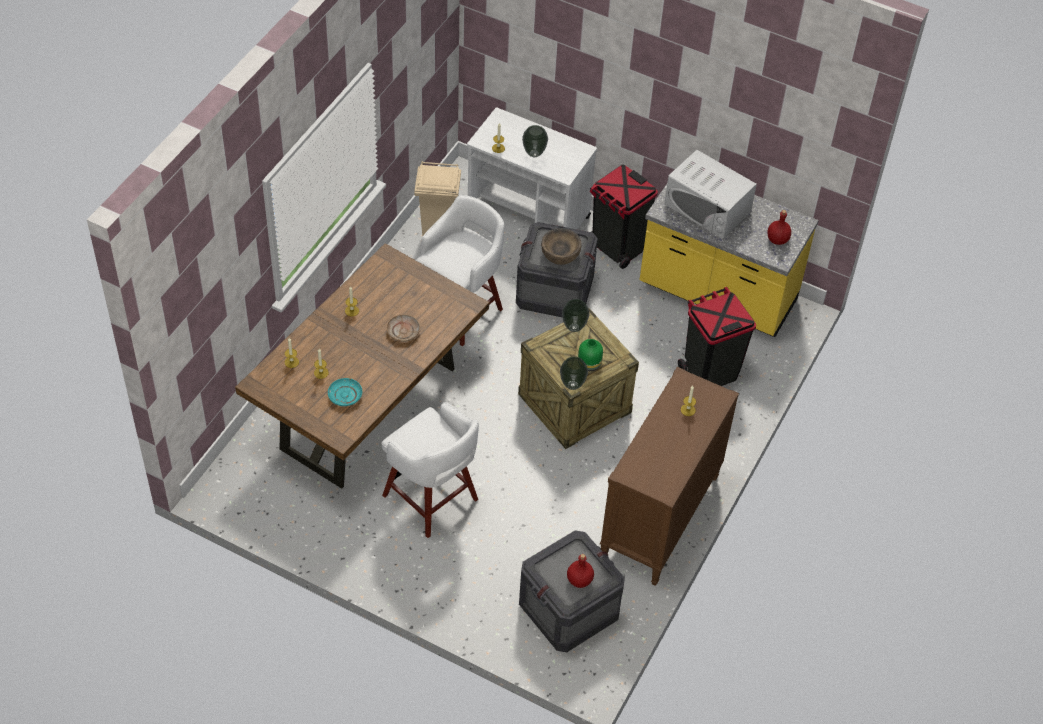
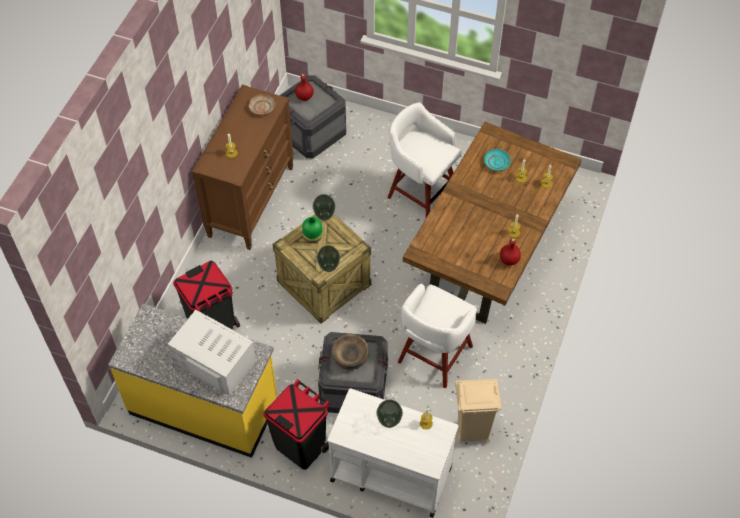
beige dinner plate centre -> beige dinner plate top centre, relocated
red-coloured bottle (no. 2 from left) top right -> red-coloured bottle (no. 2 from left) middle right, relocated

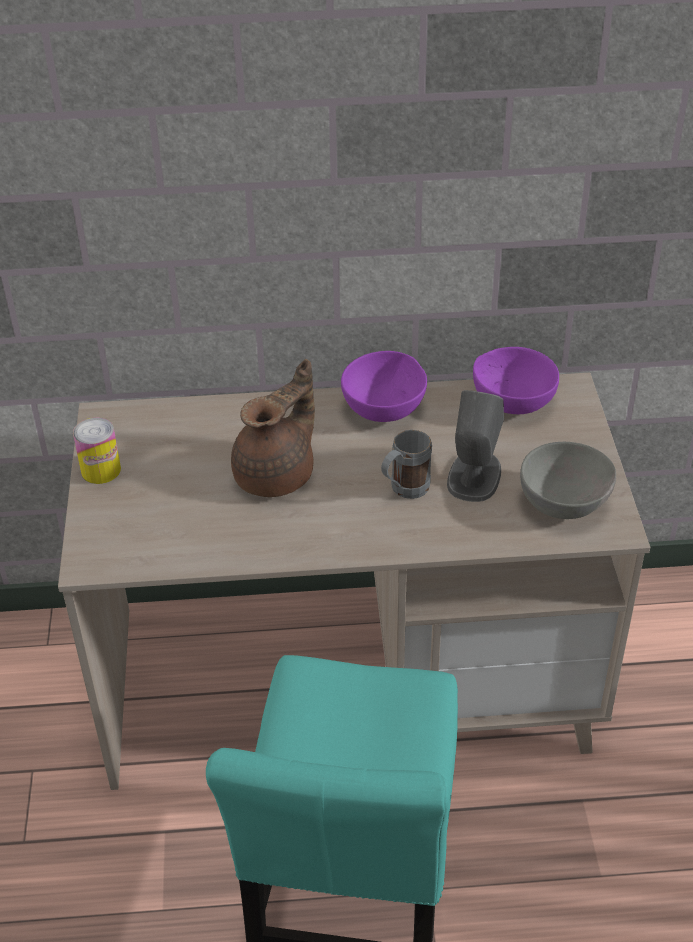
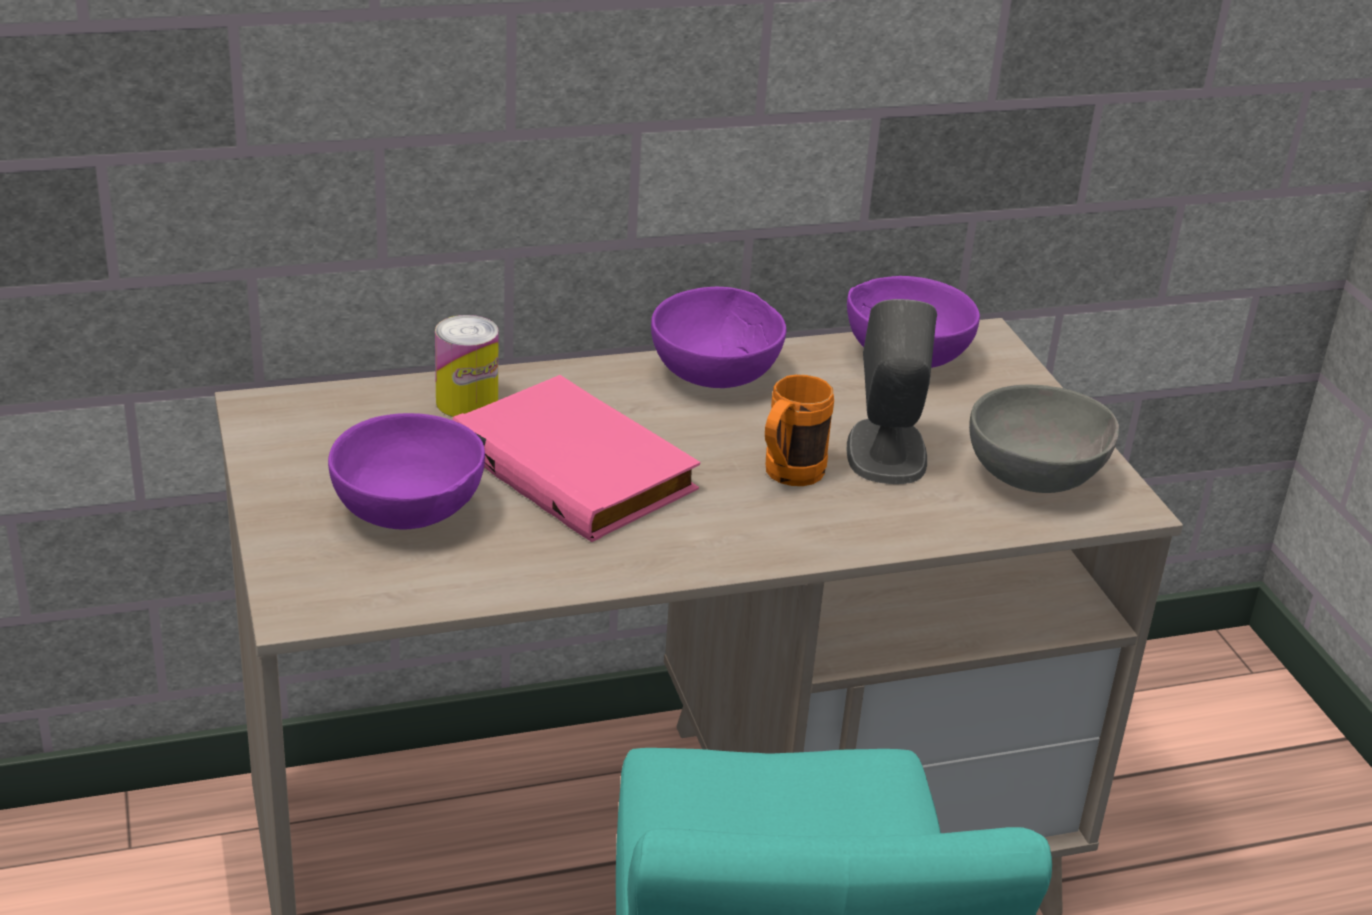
can middle left -> can centre, relocated
brown-coloured tea pot centre -> pinkish book centre
gray coffee mug centre -> orange coffee mug centre
none -> purplish serving bowl (no. 1 from left) middle left

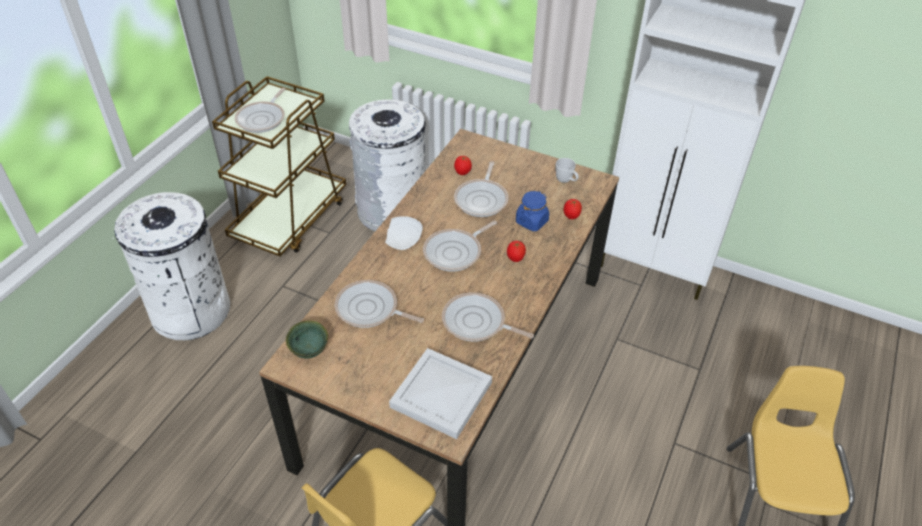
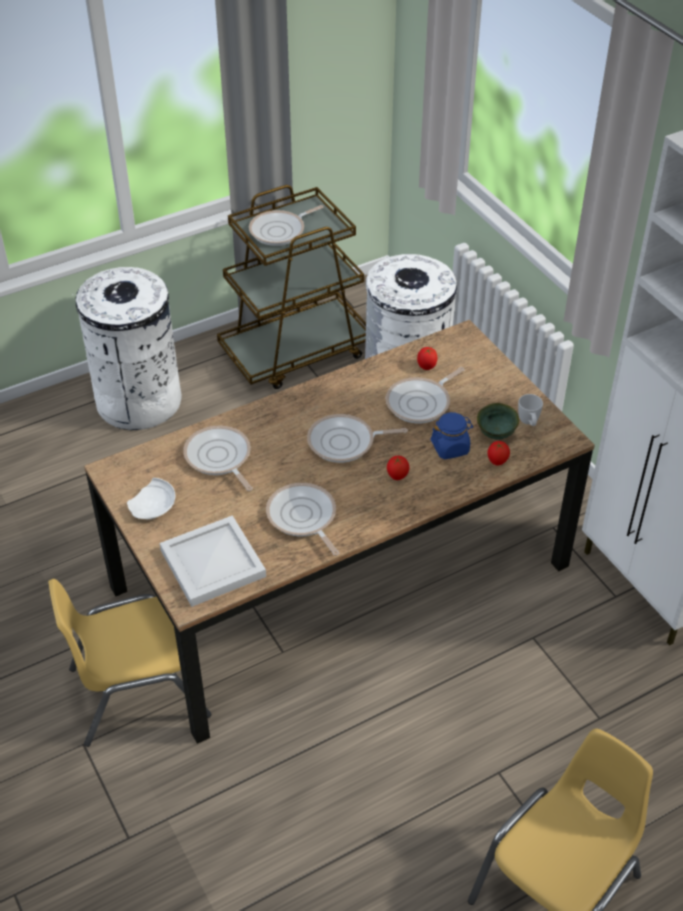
green-coloured serving bowl middle left -> green-coloured serving bowl middle right, relocated
whitish dinner plate centre -> whitish dinner plate middle left, relocated

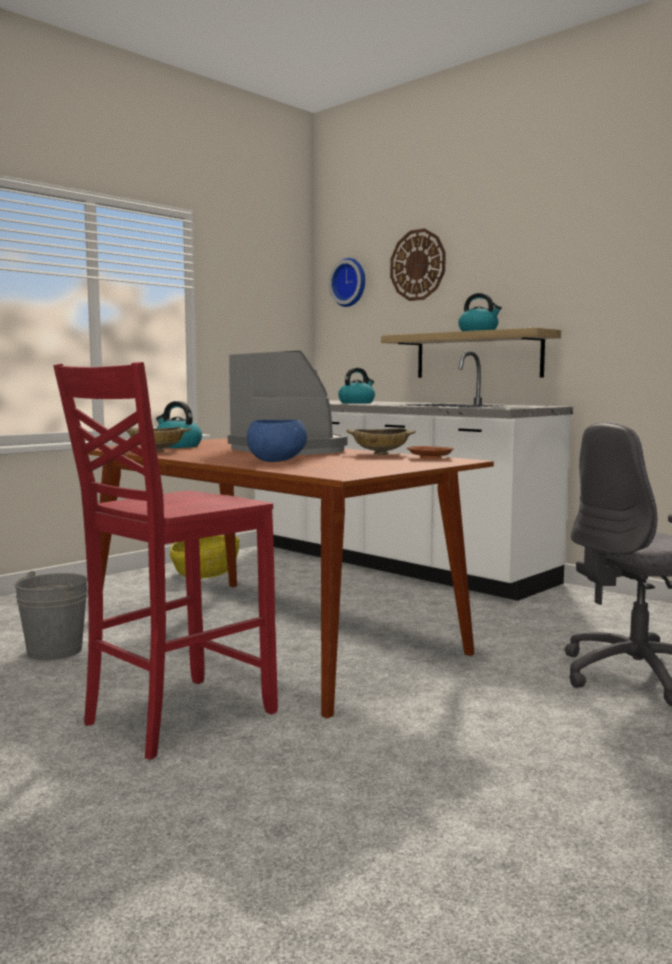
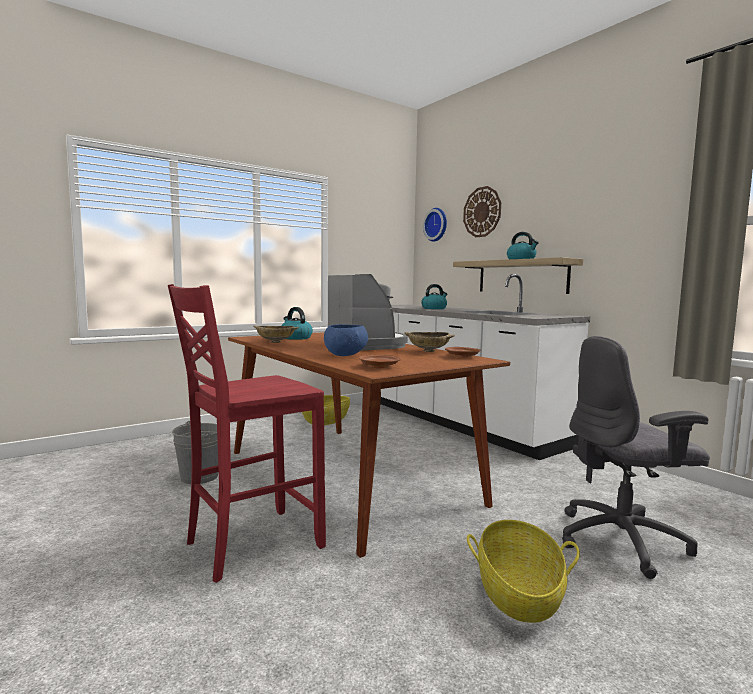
none -> brown-coloured dinner plate (no. 1 from left) centre
none -> household basket (no. 2 from left) bottom right

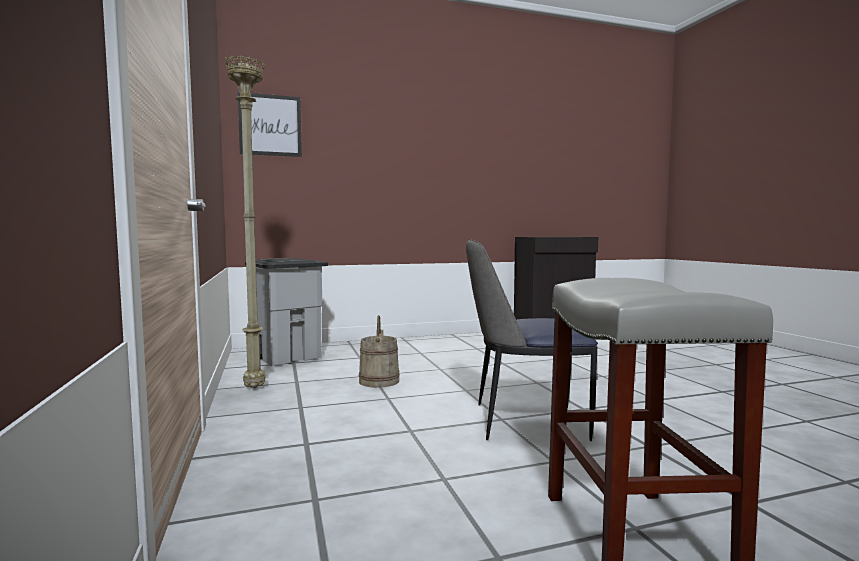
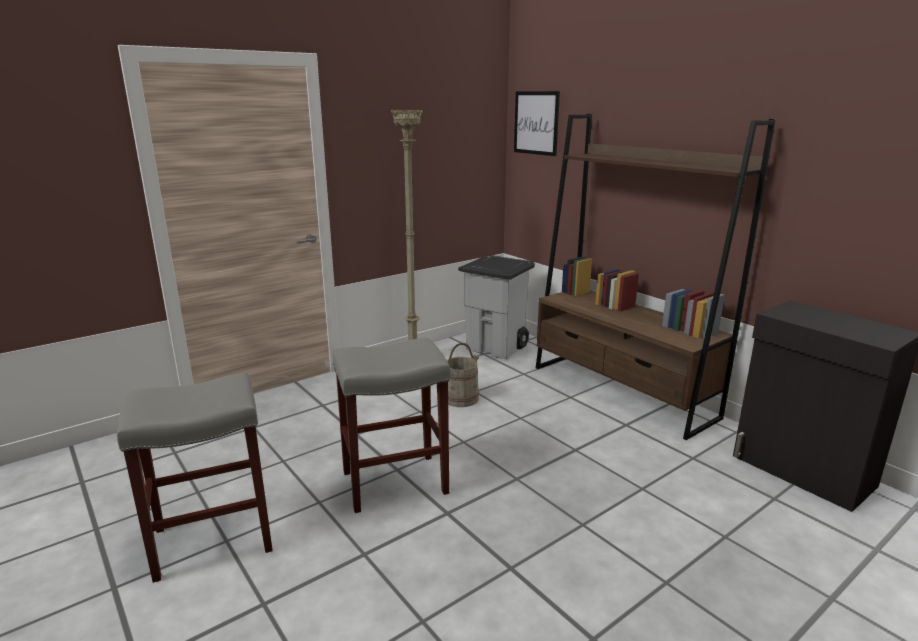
plain chair centre -> gray sitting stool (no. 2 from left) centre
none -> brown-coloured shelving unit middle right

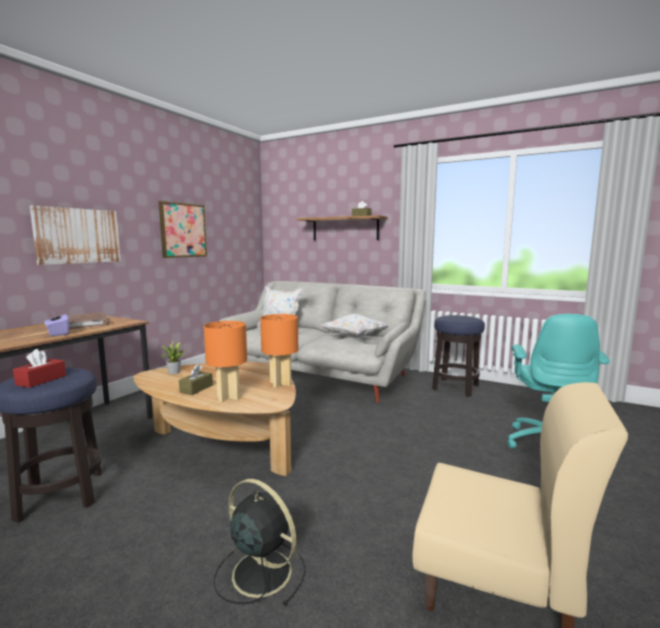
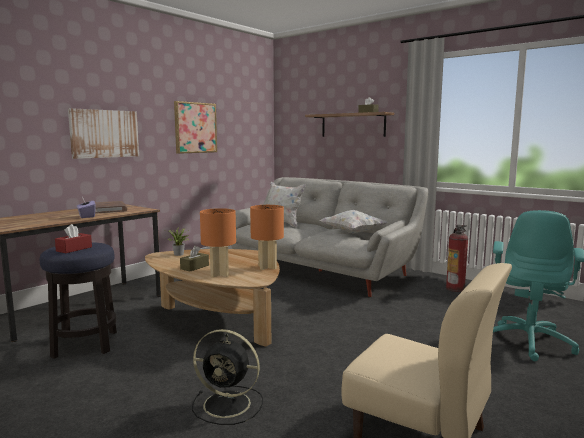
black-coloured cooling fan bottom centre, 150 degrees clockwise
sitting stool (no. 2 from left) middle right -> fire-fighting cylinder middle right

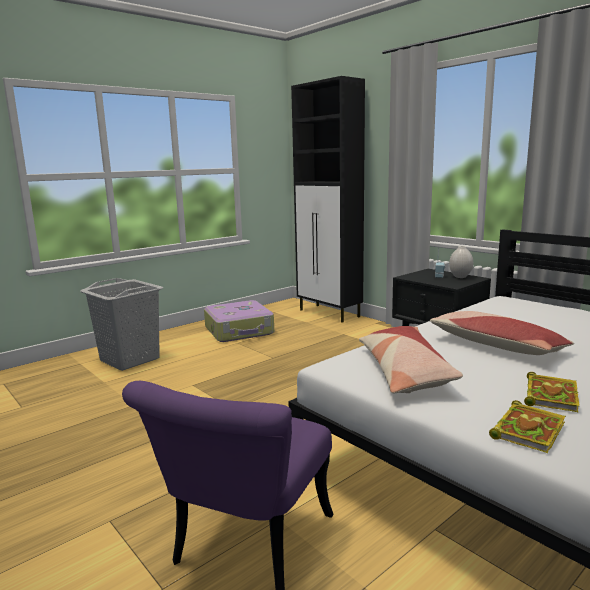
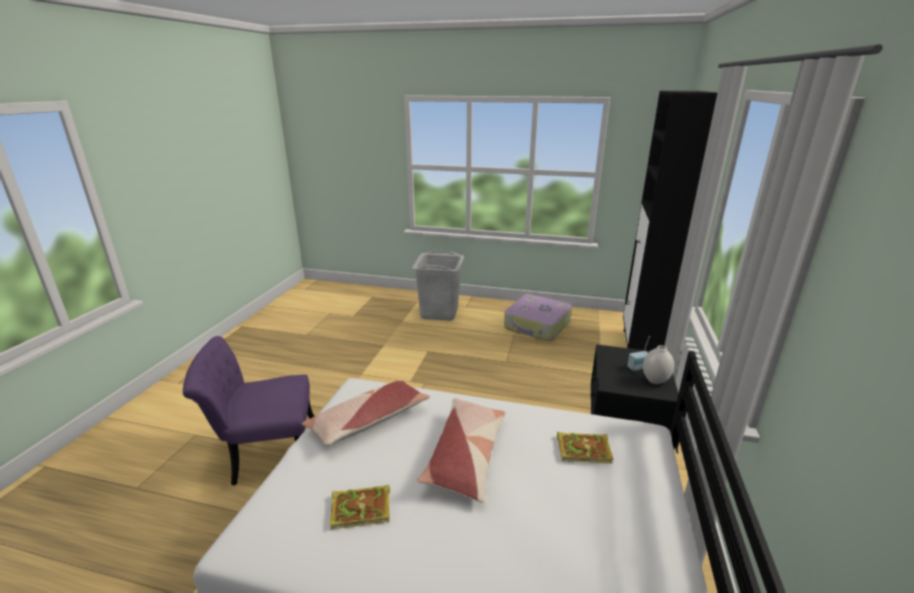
book (no. 1 from left in the first image) bottom right -> book (no. 2 from left) bottom centre, relocated

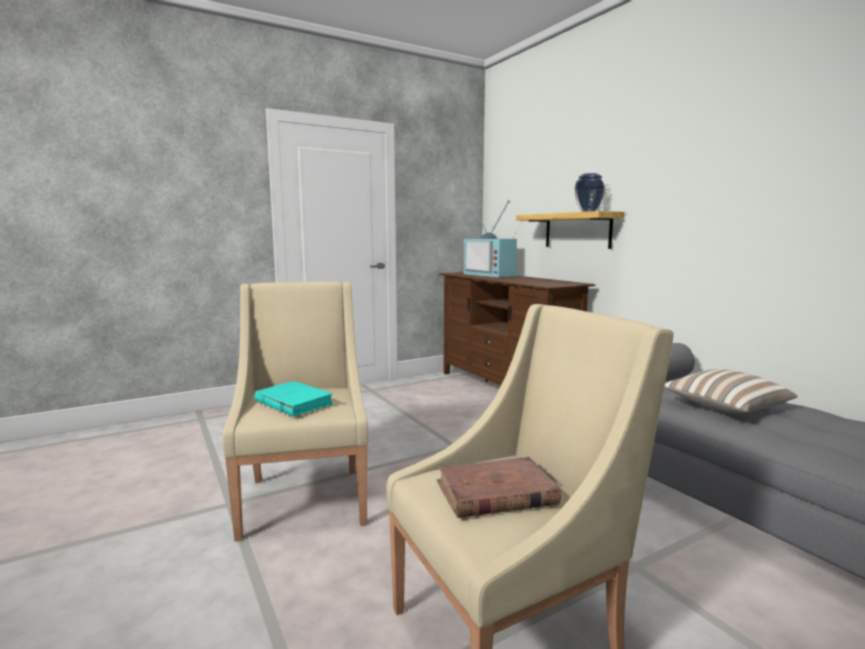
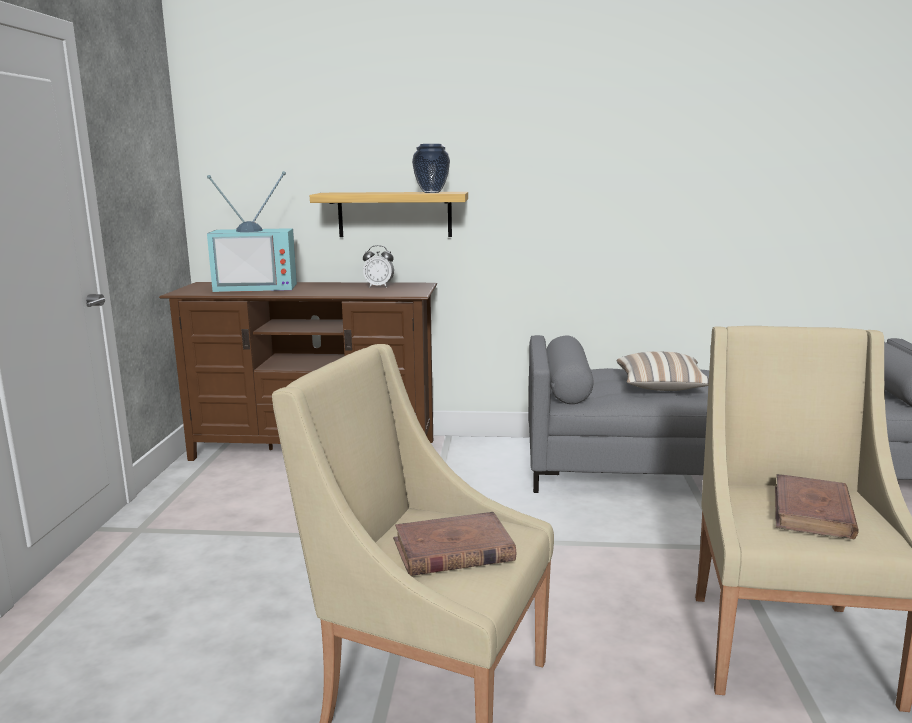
turquoise book centre -> brown-coloured book (no. 1 from left) bottom centre
none -> table clock centre

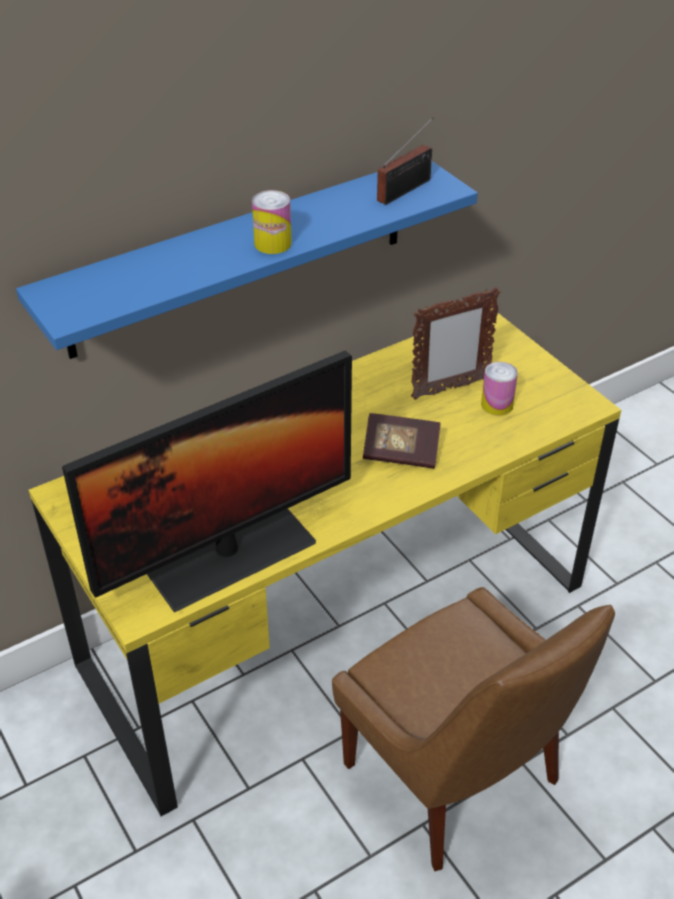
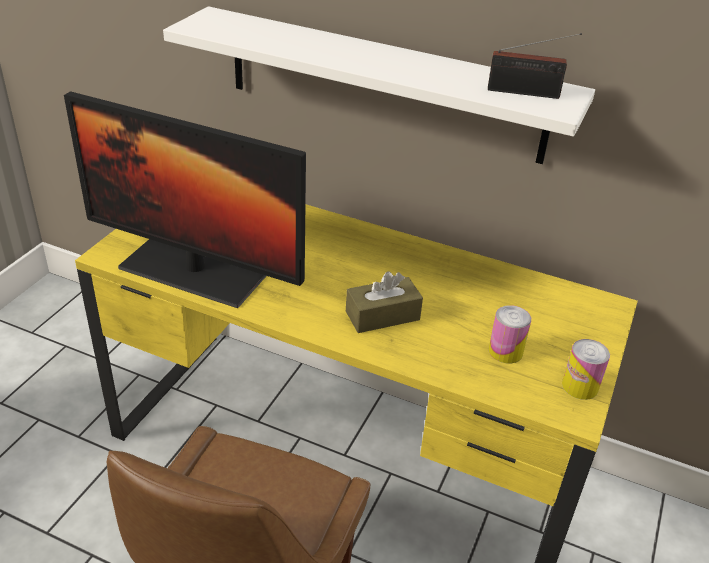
blue wall shelf top centre -> whitish wall shelf top centre
can (no. 1 from left in the first image) top centre -> can (no. 2 from left) middle right, relocated
book centre -> brown-coloured tissue holder centre
standing frame middle right -> none

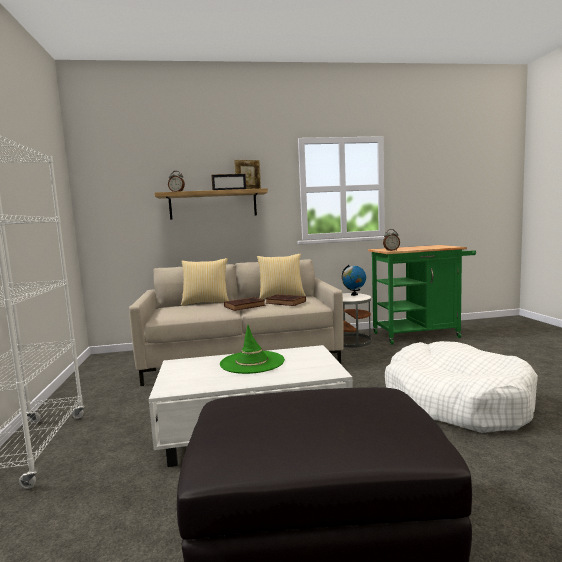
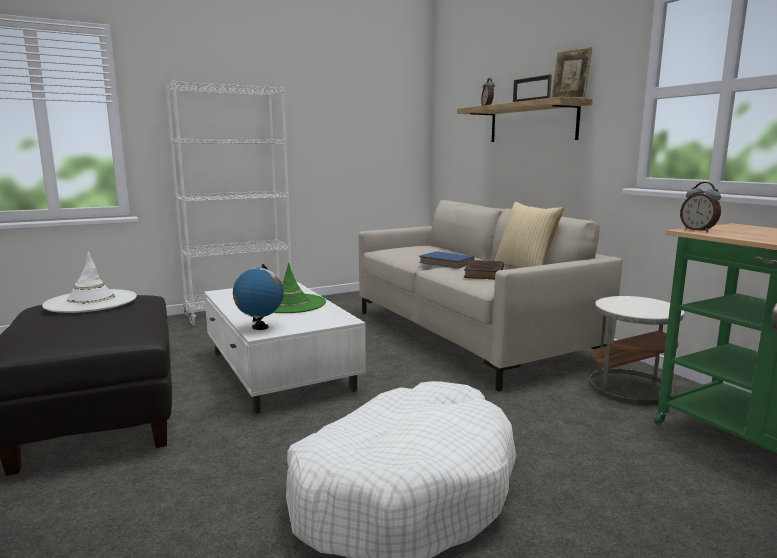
pillow (no. 1 from left) centre -> none
brown-coloured book (no. 1 from left) centre -> blue book centre
world globe centre -> world globe middle left, relocated
none -> whitish wearable hat middle left

